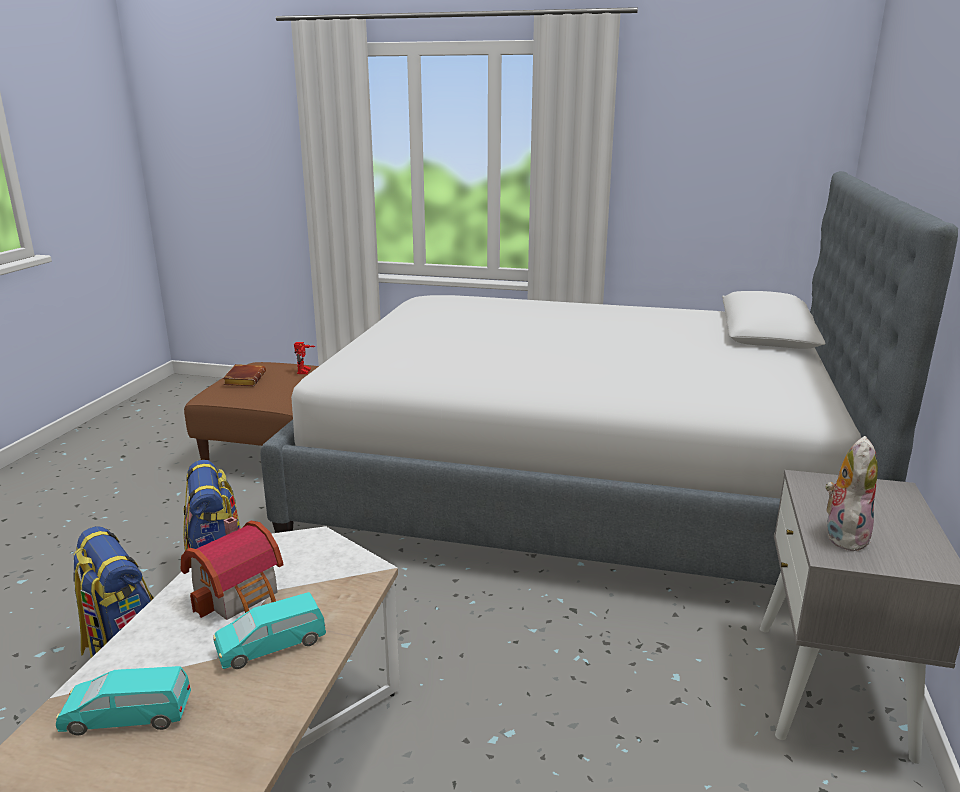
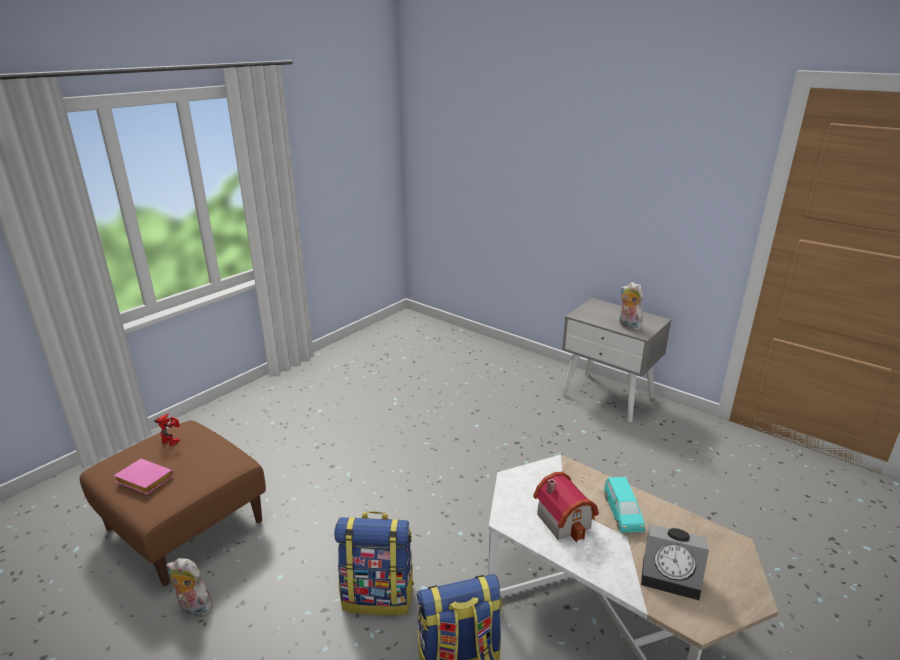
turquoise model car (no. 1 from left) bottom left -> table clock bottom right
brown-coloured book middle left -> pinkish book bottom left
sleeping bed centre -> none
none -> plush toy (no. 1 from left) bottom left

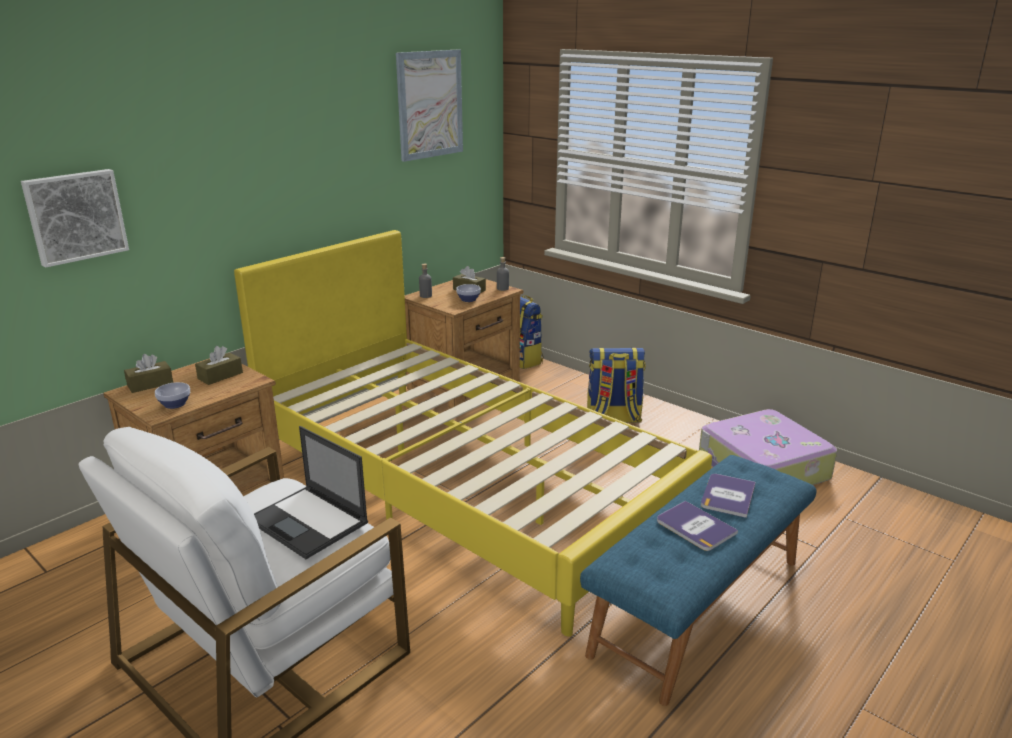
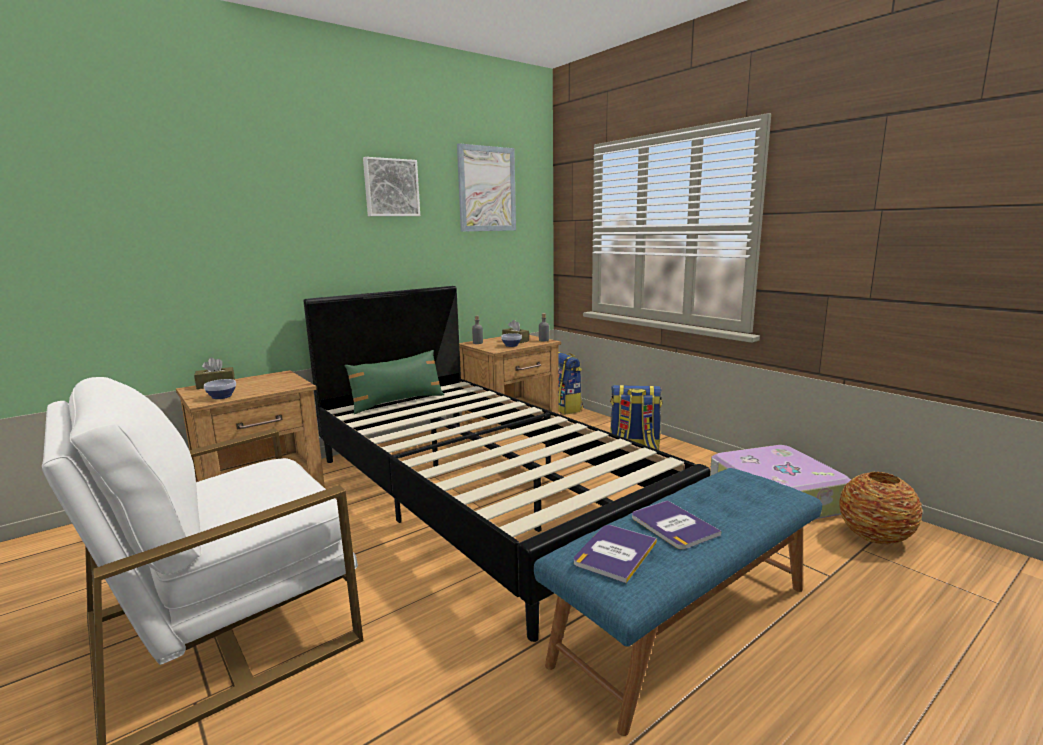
picture (no. 1 from left) top left -> picture (no. 1 from left) top centre, relocated
brown-coloured tissue holder (no. 2 from left) middle left -> none
yellow-coloured sleeping bed centre -> black-coloured sleeping bed centre
laptop bottom left -> none
book (no. 2 from left in the first image) bottom right -> book (no. 1 from left) bottom centre, relocated
none -> green-coloured pillow centre
none -> decorative vase bottom right

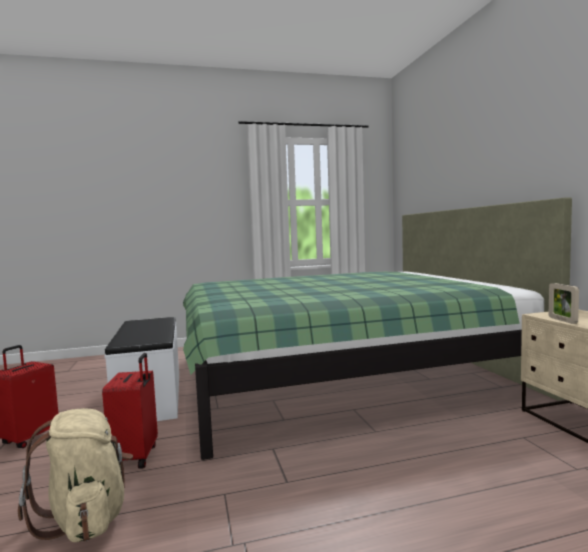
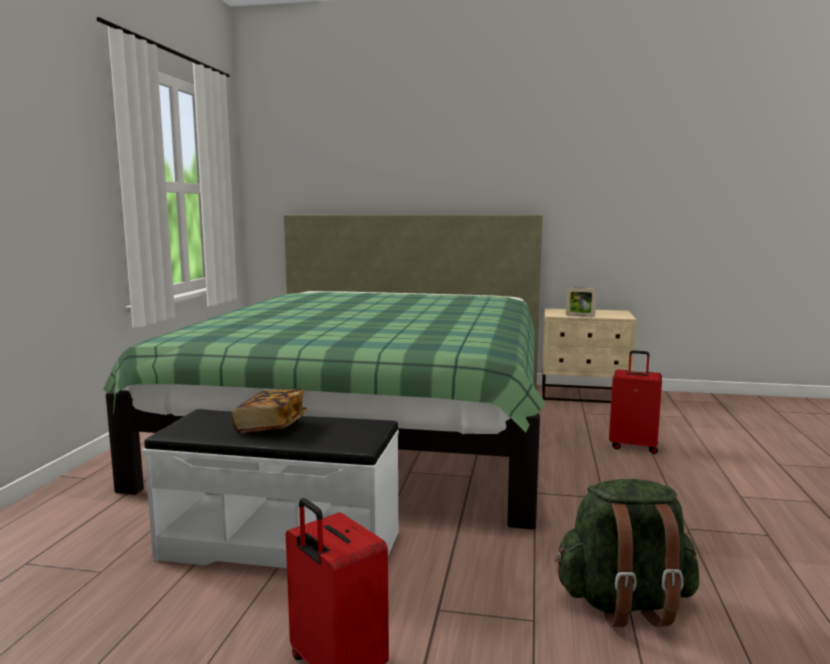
beige backpack bottom left -> green-coloured backpack bottom right
red-coloured travel case (no. 2 from left) bottom left -> red-coloured travel case (no. 2 from left) middle right, relocated
none -> book middle left

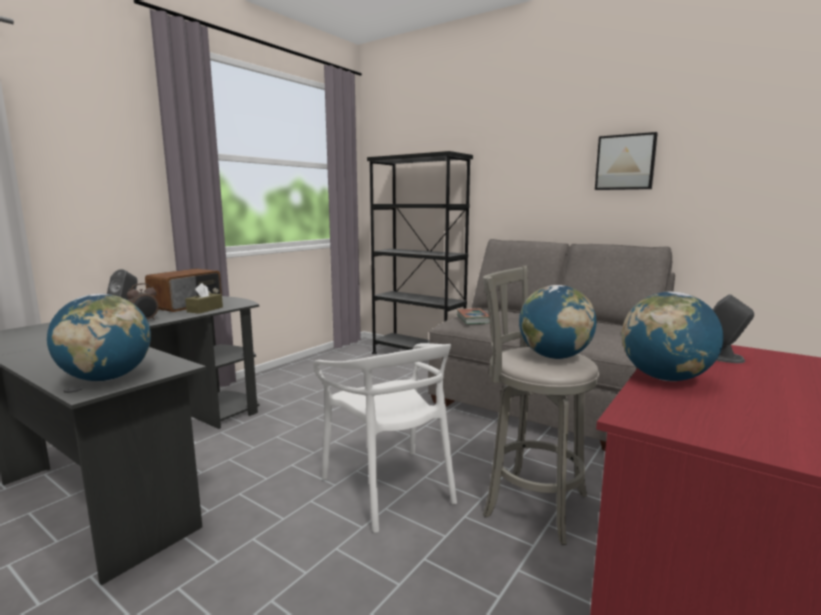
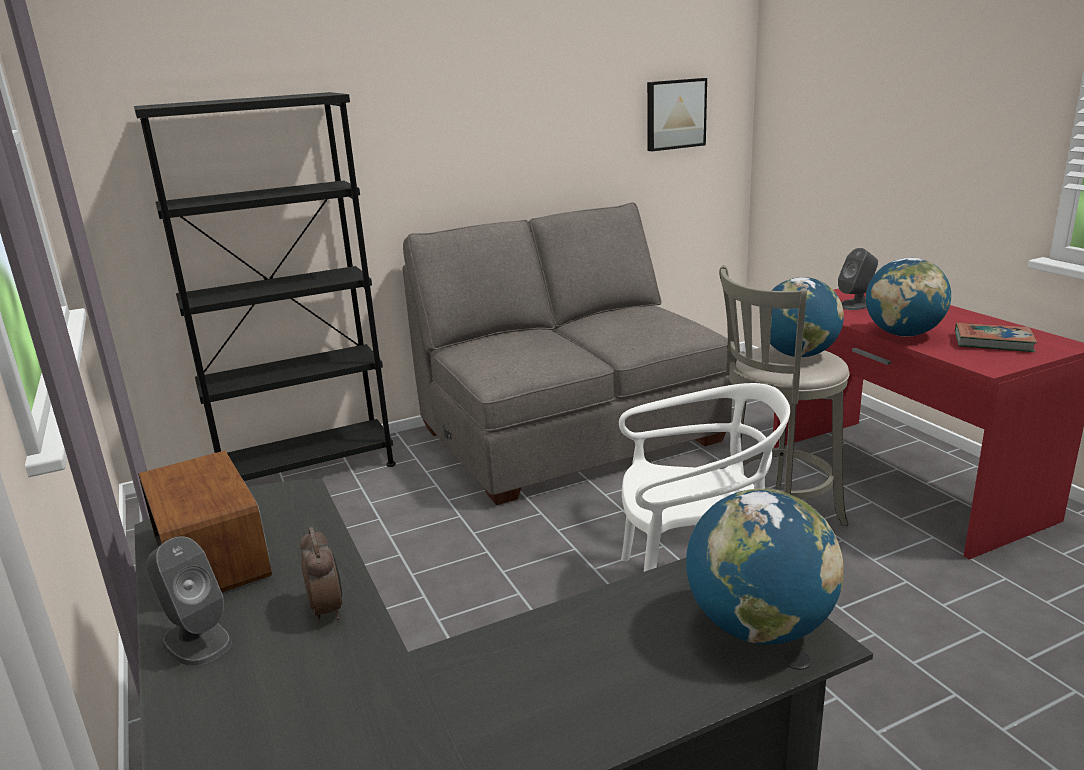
brown-coloured tissue holder middle left -> none
book centre -> book middle right, relocated
picture top right -> picture top centre, relocated

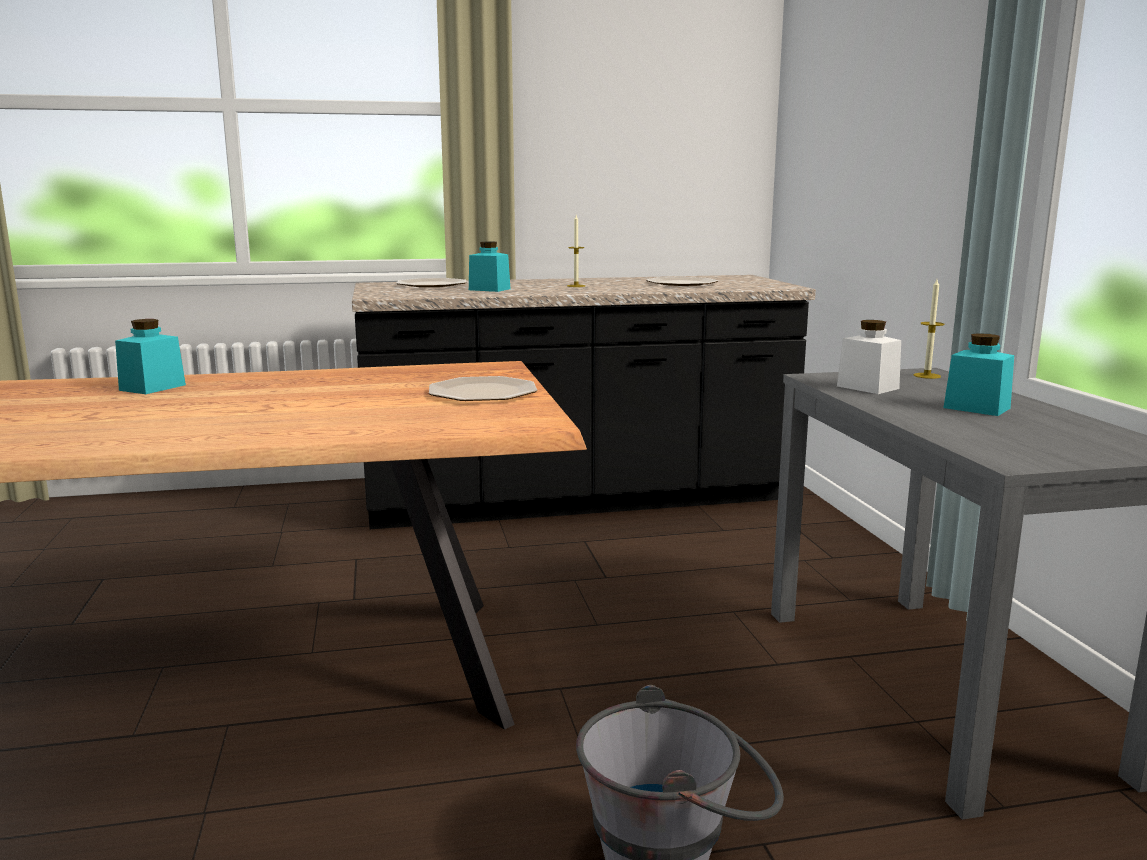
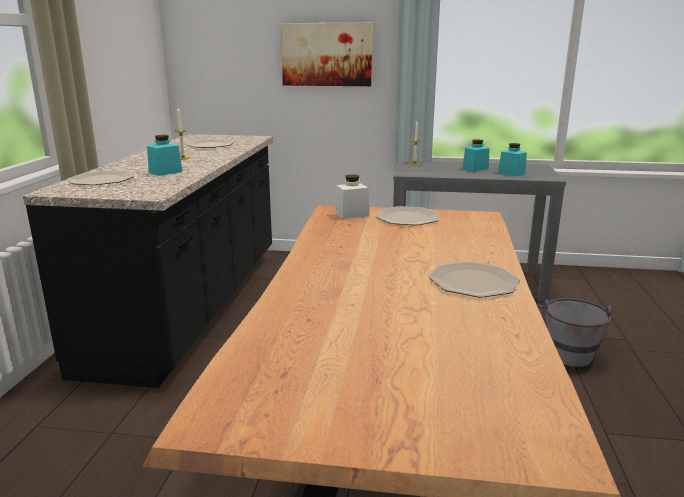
turquoise storage jar (no. 1 from left in the first image) middle left -> turquoise storage jar (no. 3 from left) top right, relocated
whitish storage jar middle right -> whitish storage jar centre, relocated
none -> picture top centre
none -> dinner plate (no. 4 from left) middle right

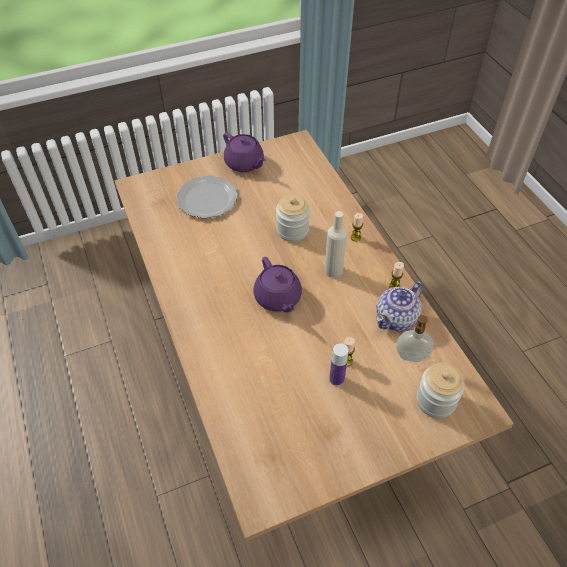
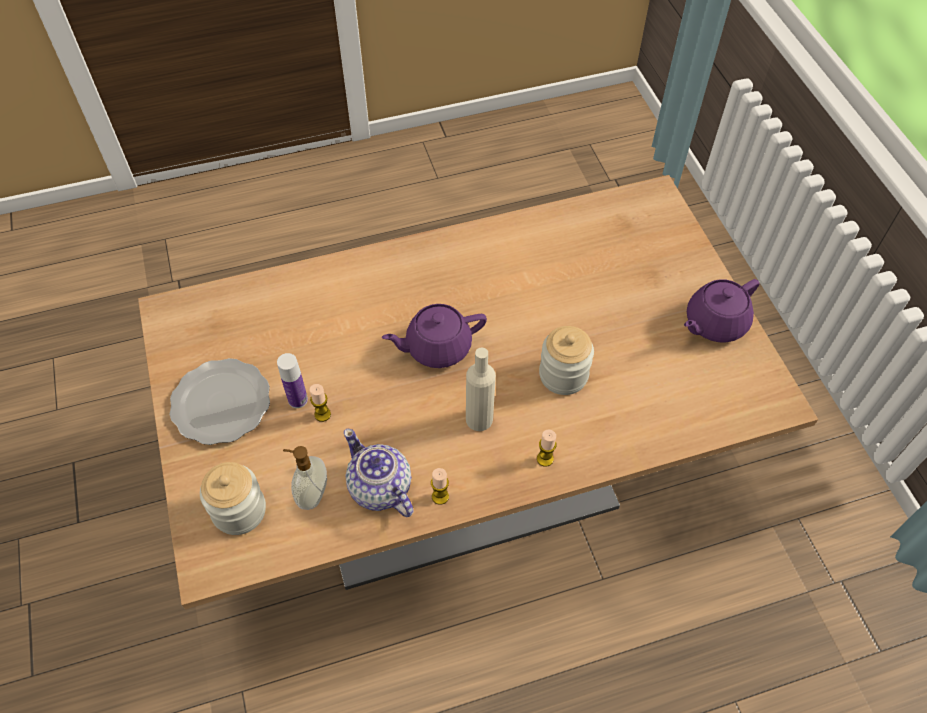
dinner plate centre -> dinner plate middle left, relocated

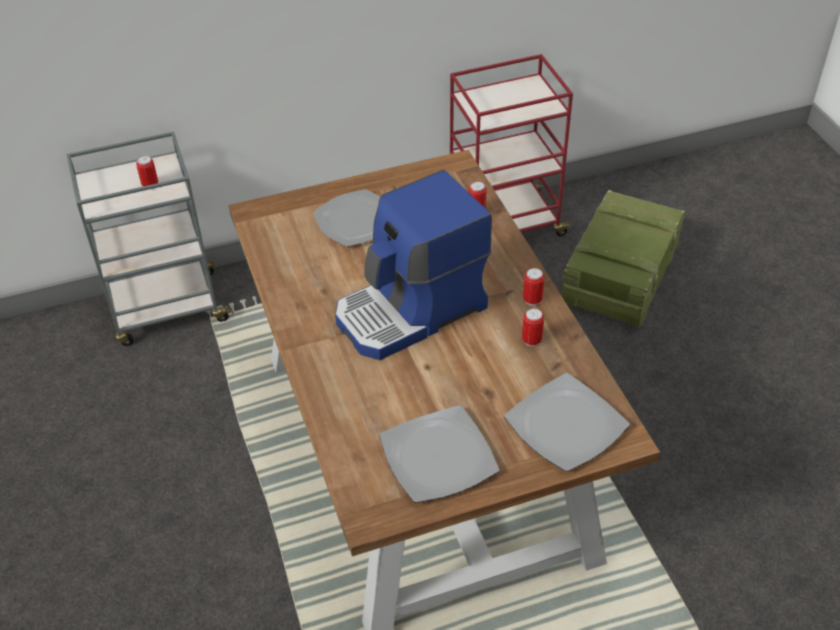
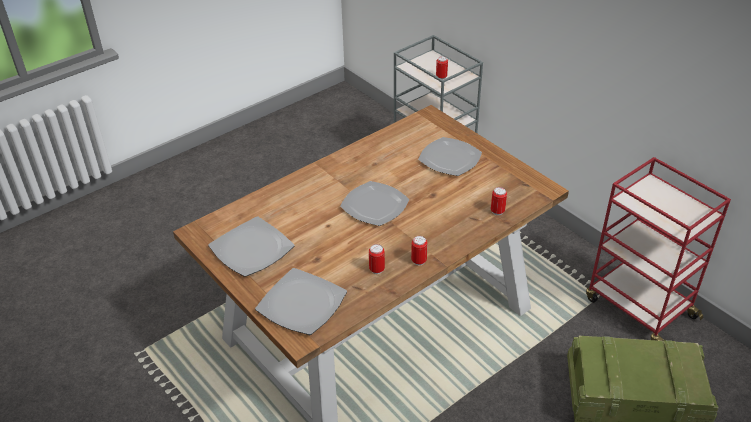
coffee machine centre -> dinner plate (no. 3 from left) centre

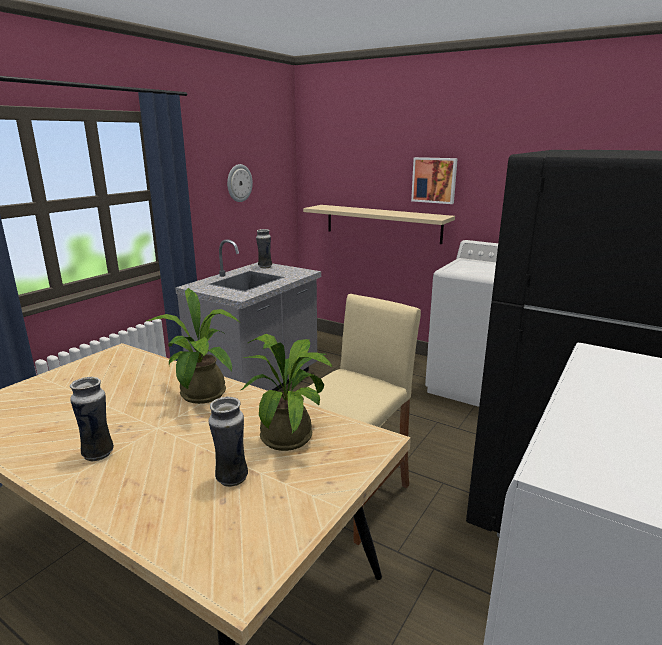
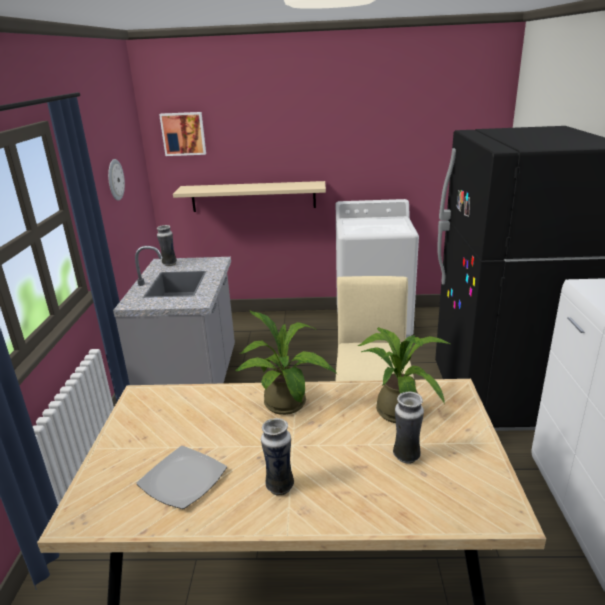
picture top centre -> picture top left, relocated
none -> dinner plate bottom left

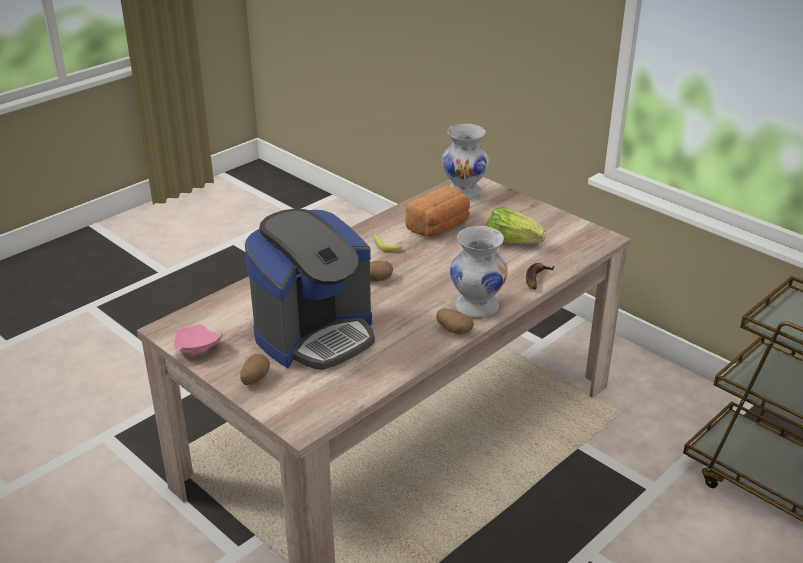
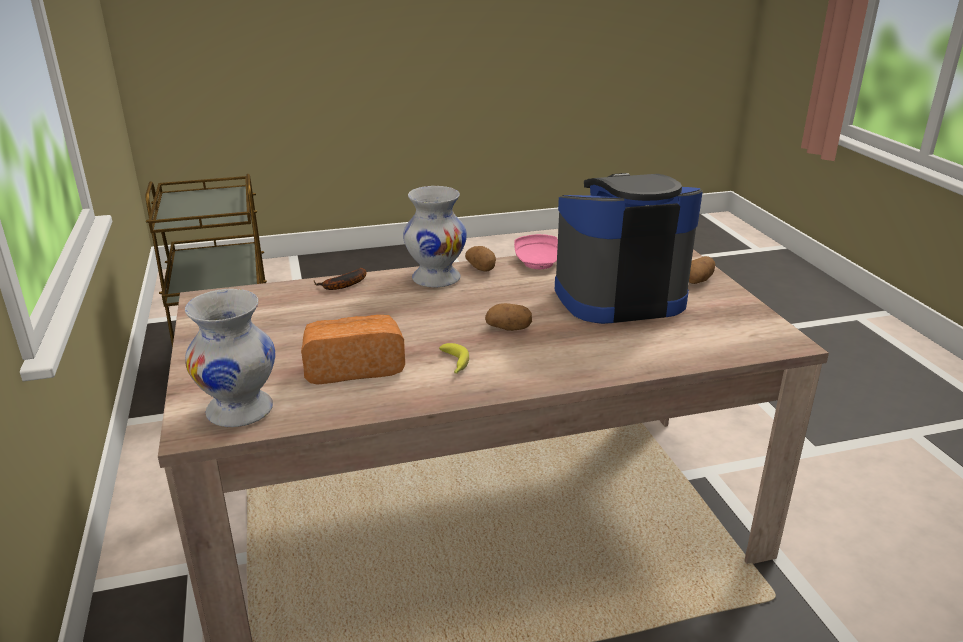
pinkish dinner plate middle left -> pinkish dinner plate centre, relocated
head of lettuce centre -> none

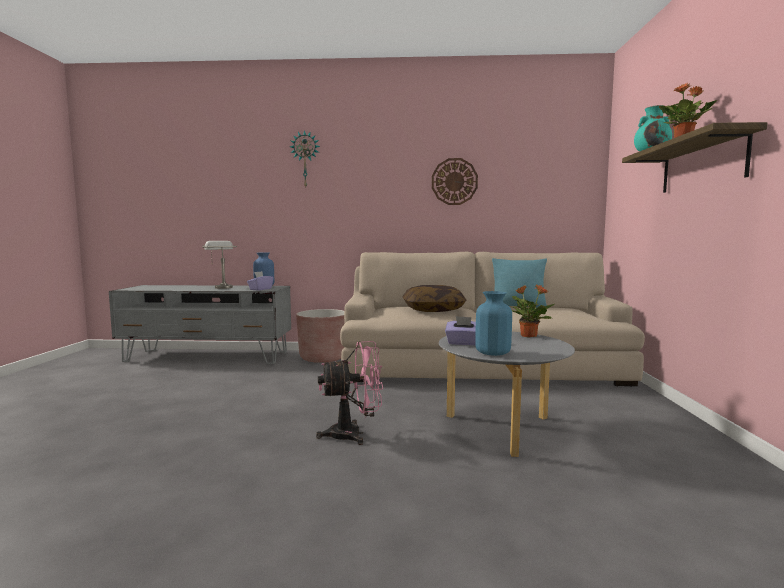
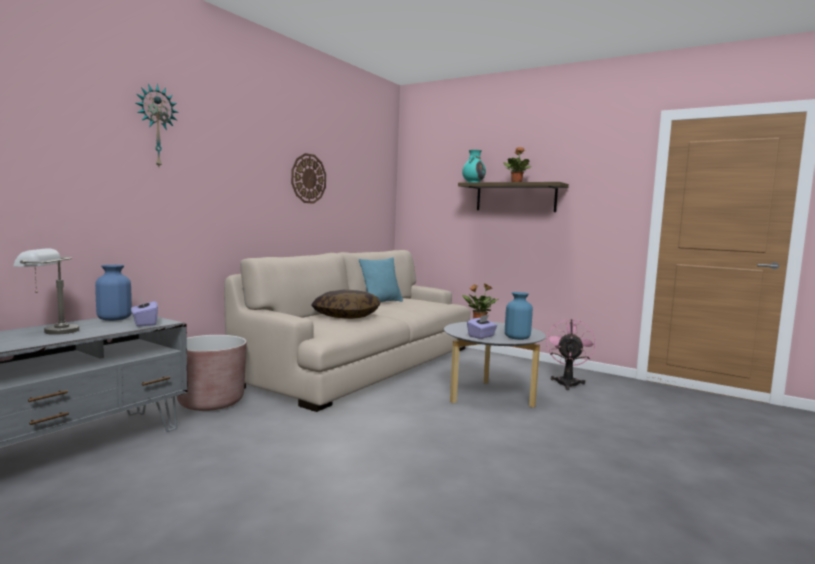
pinkish cooling fan bottom centre -> pinkish cooling fan middle right, relocated

